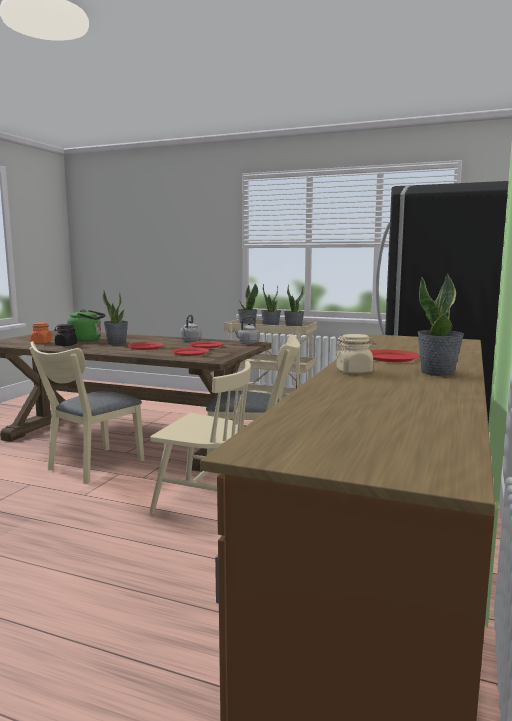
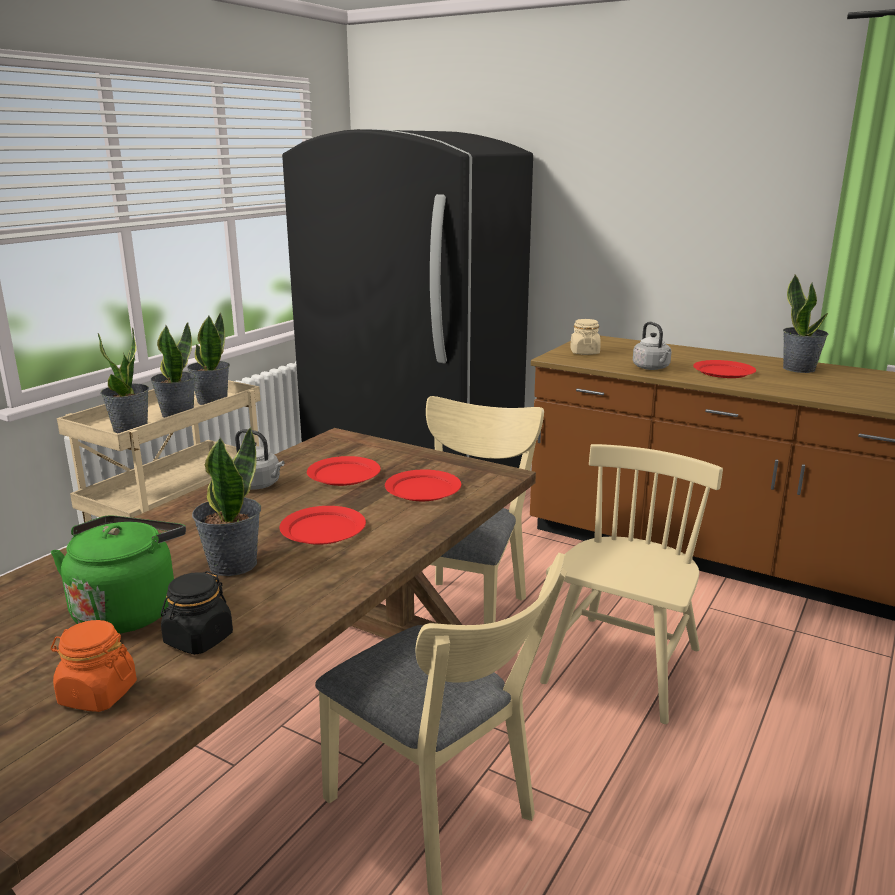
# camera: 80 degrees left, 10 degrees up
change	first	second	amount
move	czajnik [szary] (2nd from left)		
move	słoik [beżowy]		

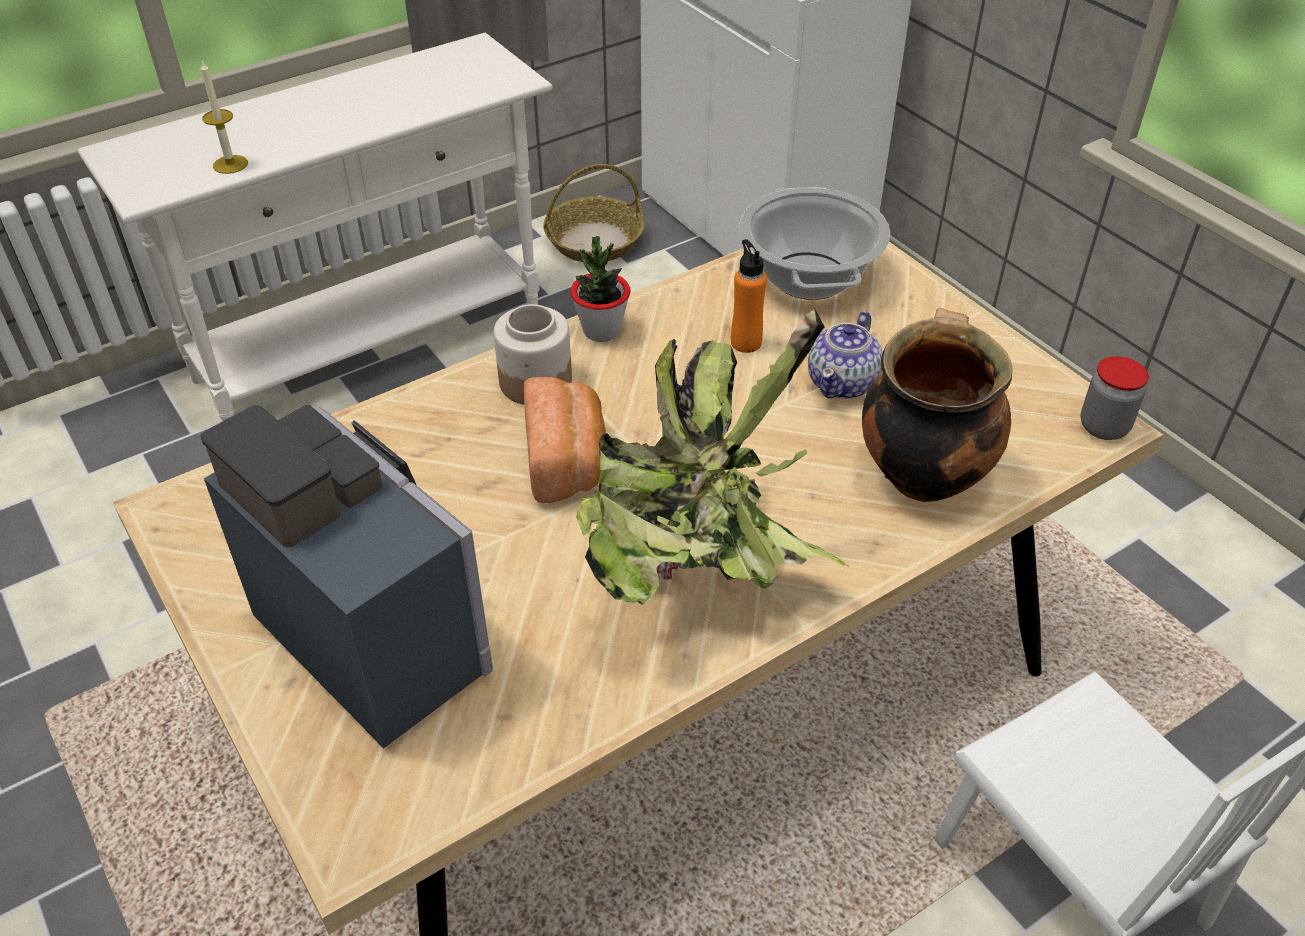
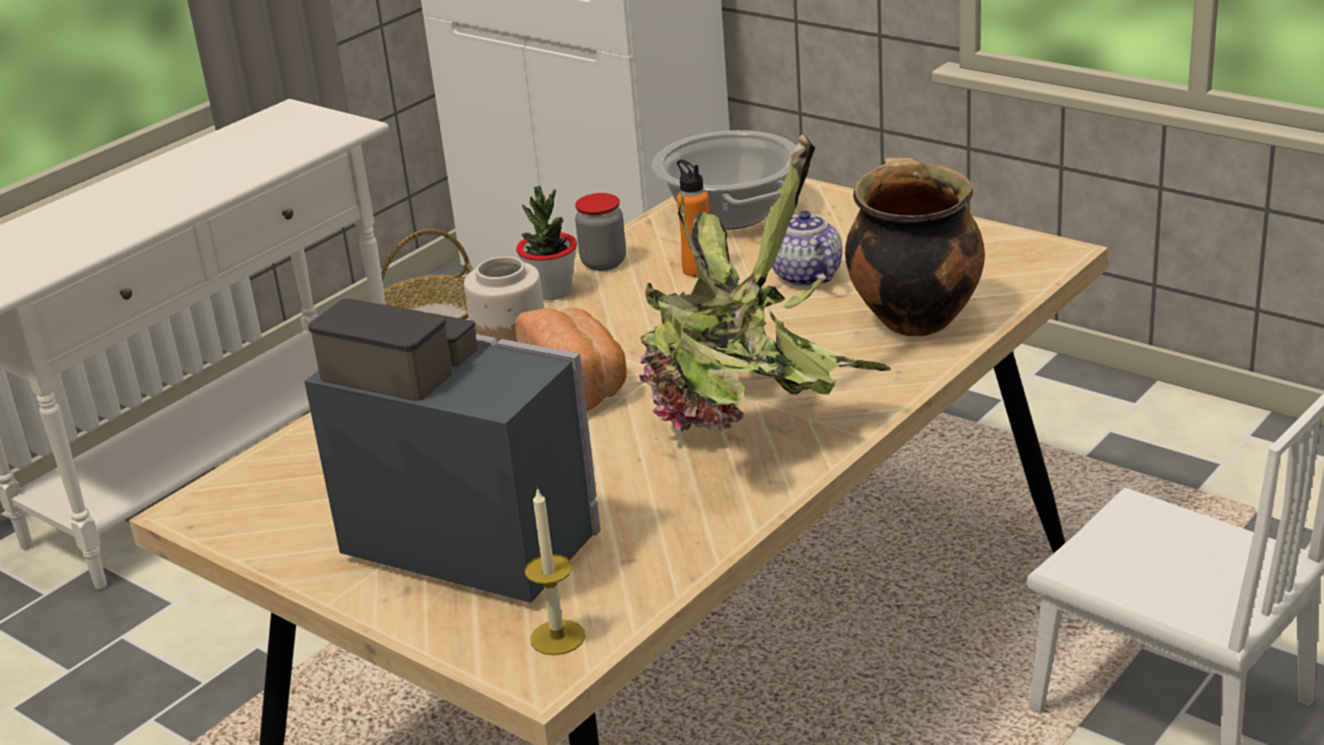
# camera: 15 degrees left, 15 degrees down
change	first	second	amount
move	świeca		
rotate	imbryk		150 degrees clockwise
move	słoik (2nd from left)		

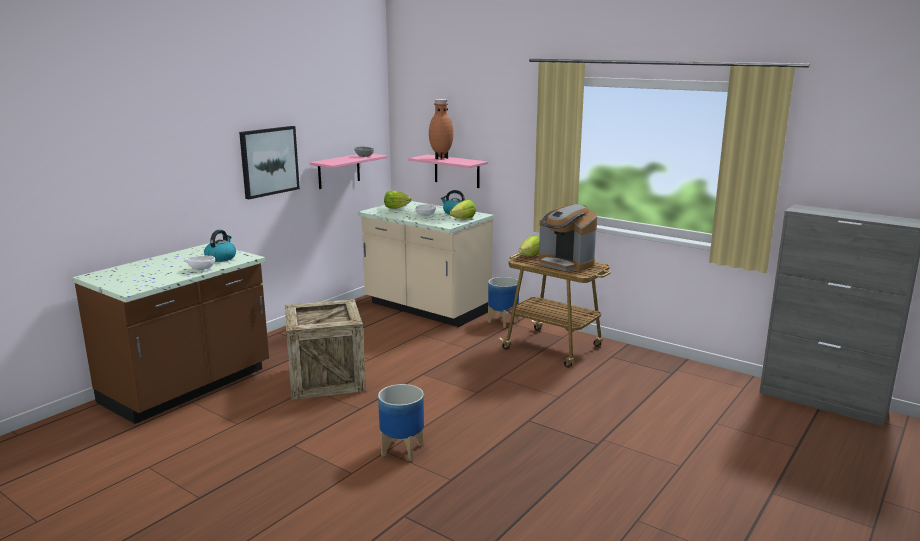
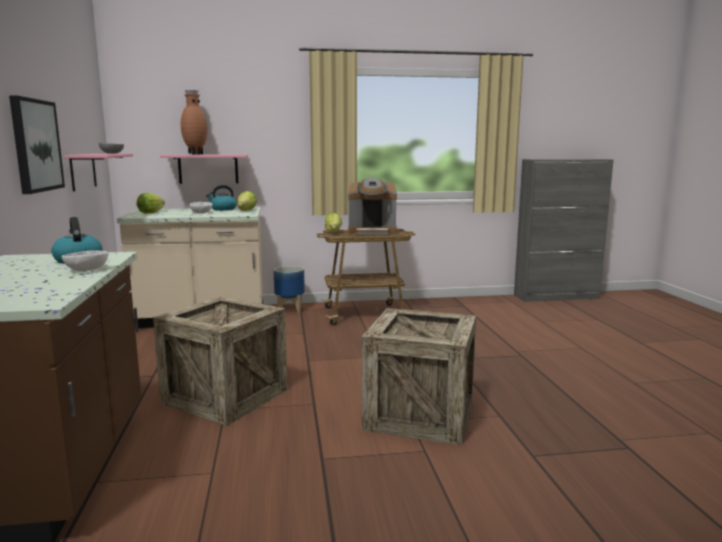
# camera: 45 degrees left, 5 degrees down
change	first	second	amount
replace	donica (1st from left)	skrzynka (2nd from left)	

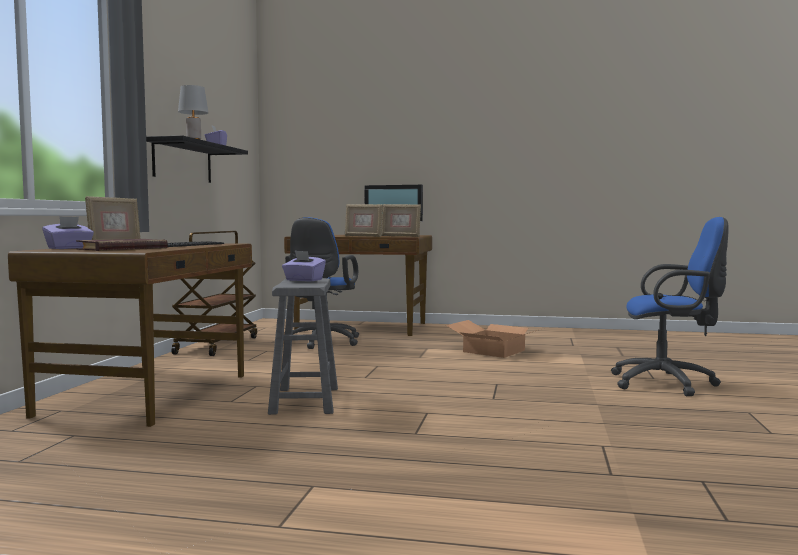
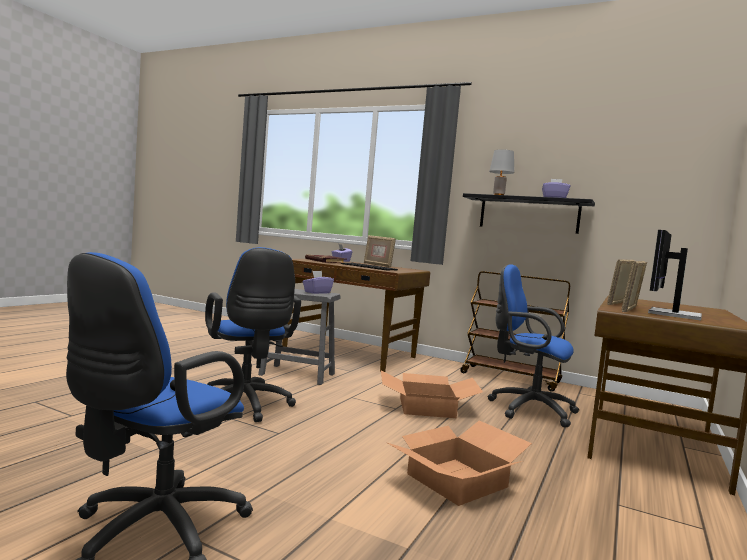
# camera: 105 degrees right, 0 degrees up
change	first	second	amount
insert		krzesło biurowe [niebieski] (2nd from left)	
insert		karton (1st from left)	

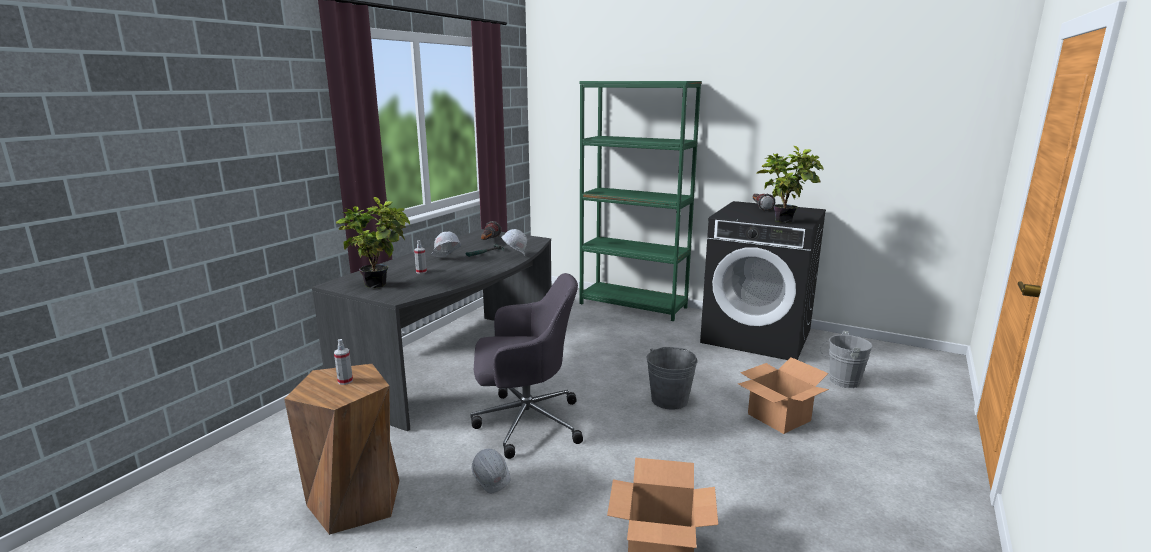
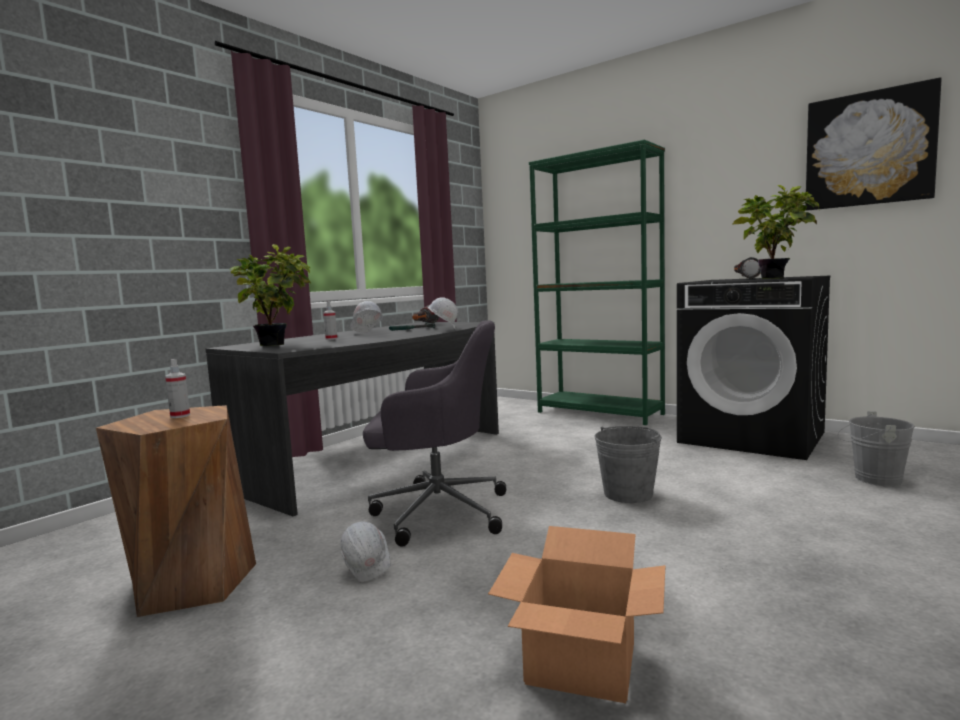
# camera: 10 degrees right, 10 degrees down
change	first	second	amount
delete	karton (2nd from left)		
insert		obraz	

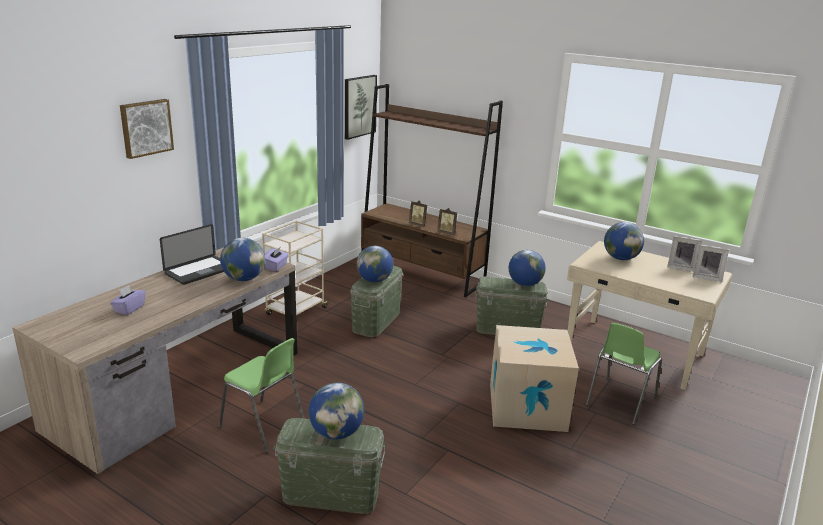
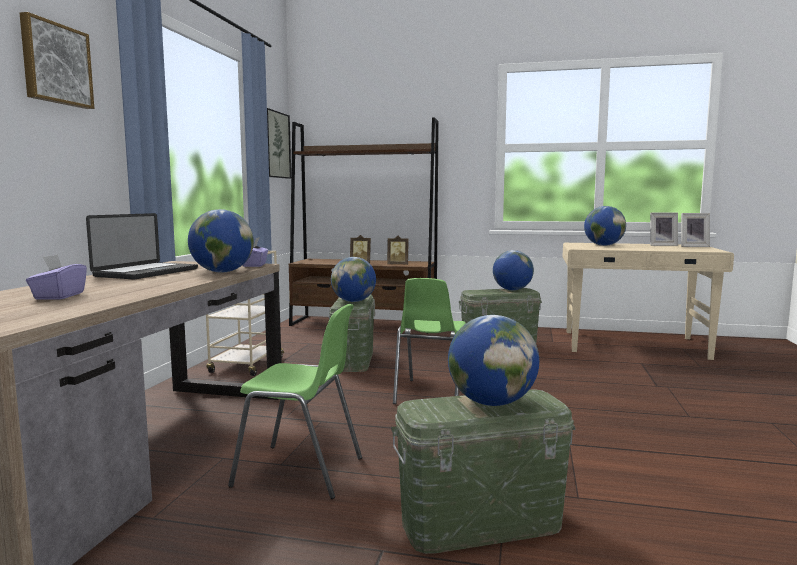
# camera: 20 degrees left, 15 degrees down
change	first	second	amount
move	krzesło [zielony] (2nd from left)		
delete	karton		

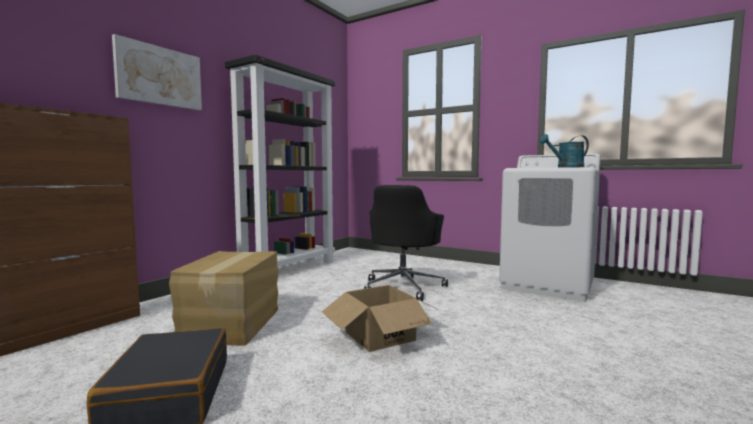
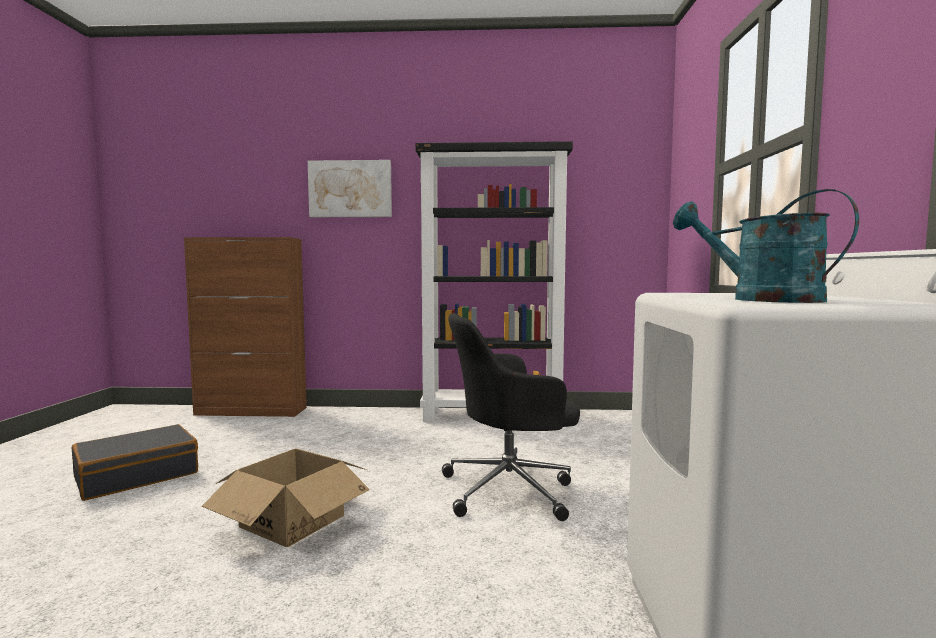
# camera: 60 degrees right, 0 degrees up
change	first	second	amount
delete	karton (1st from left)		

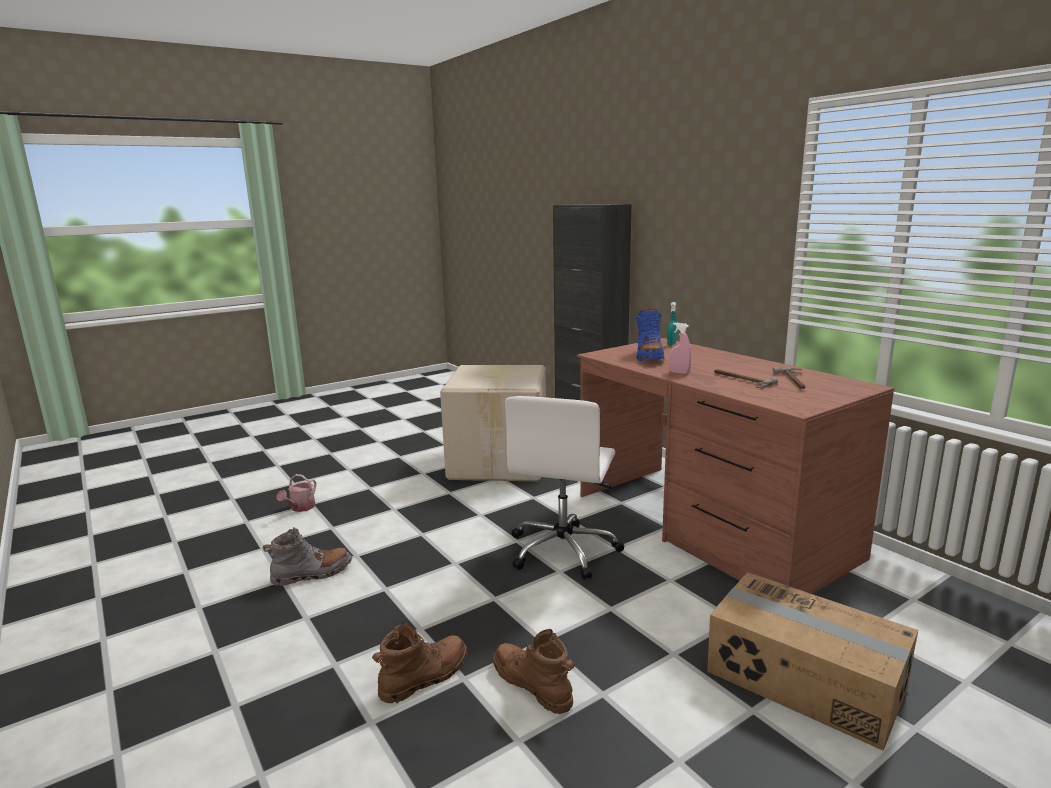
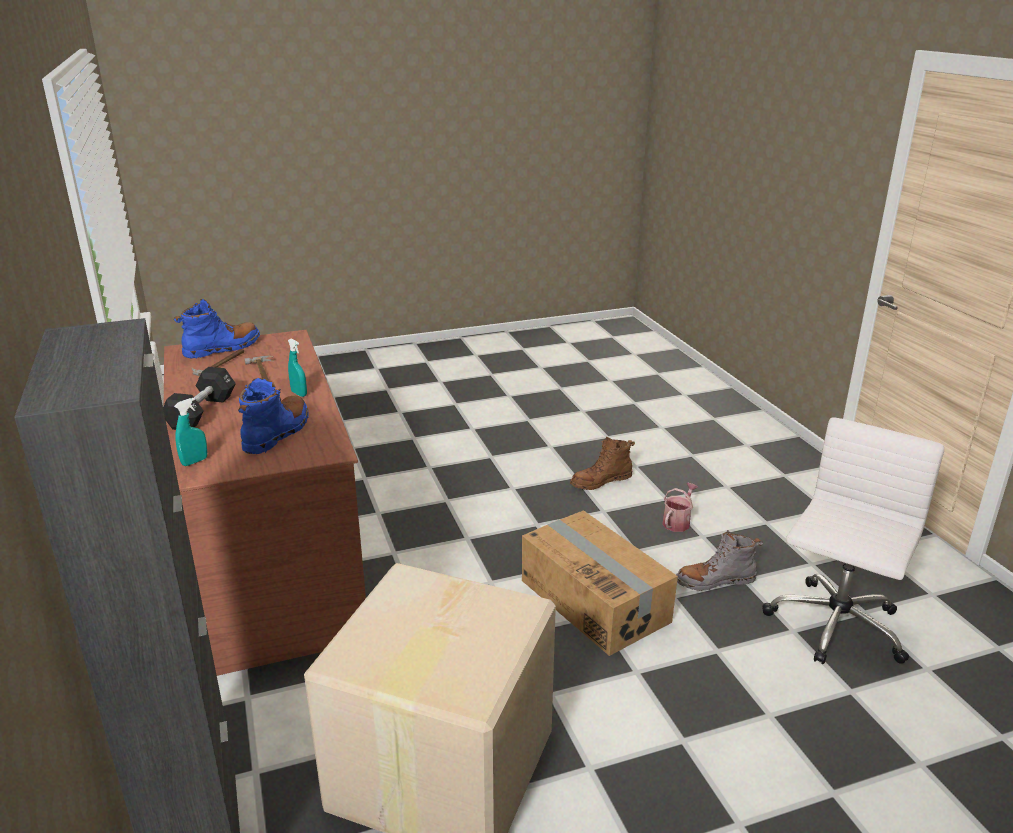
# camera: 165 degrees left, 10 degrees up
change	first	second	amount
recolor	spryskiwacz [różowy]	spryskiwacz [turkusowy] (2nd from left)	
move	krzesło biurowe [biały]		
move	konewka		
move	karton (2nd from left)		
delete	but z cholewką [brązowy] (2nd from left)		
insert		but z cholewką [niebieski] (1st from left)	
insert		hantel [czarny]	

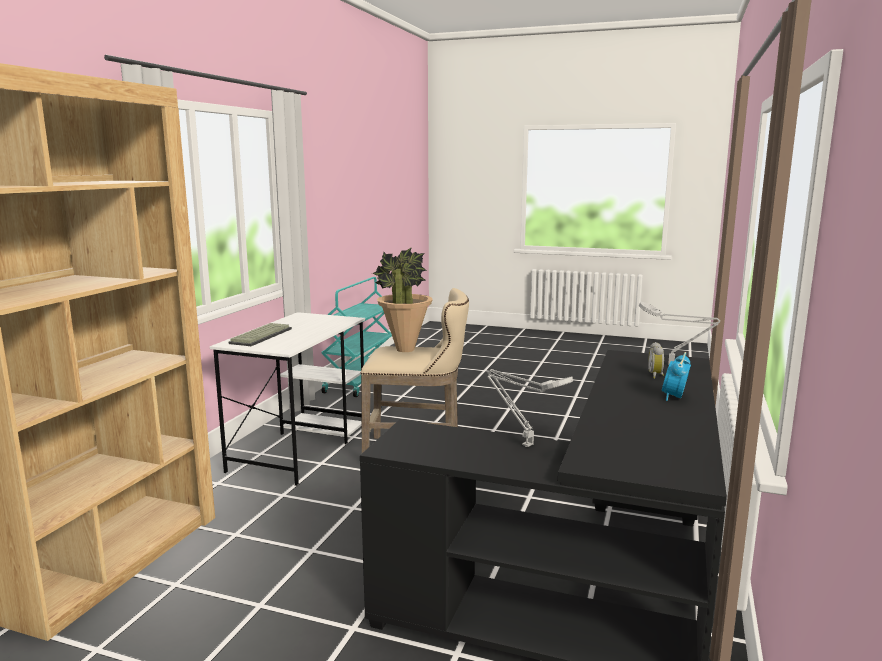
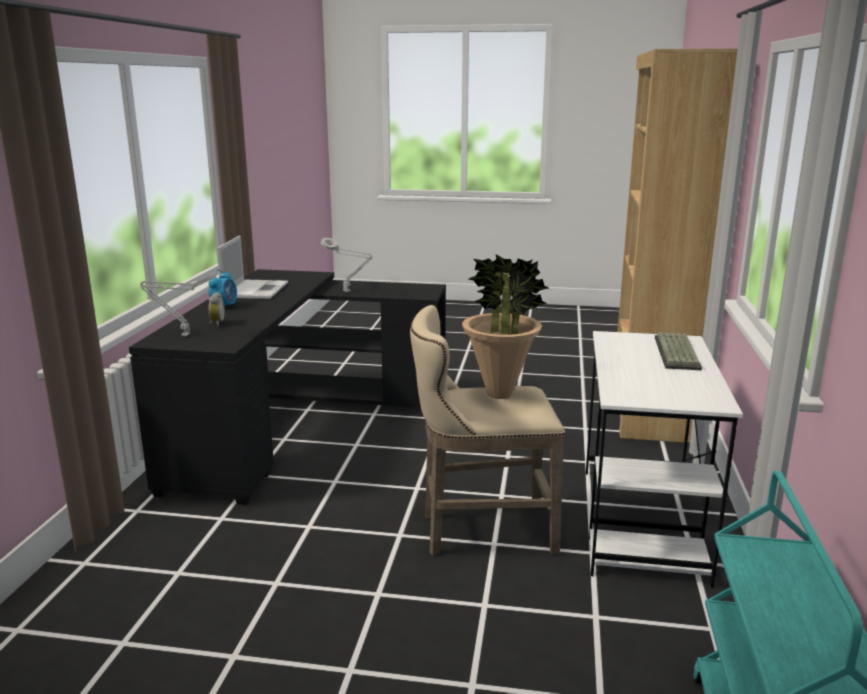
# camera: 170 degrees right, 5 degrees up
change	first	second	amount
insert		laptop	

